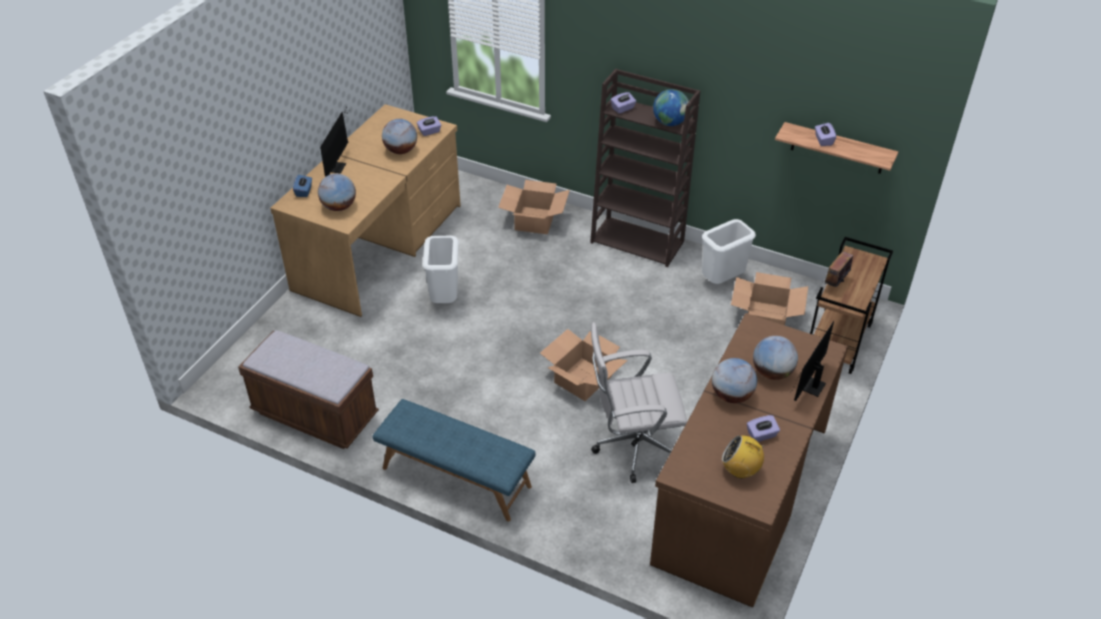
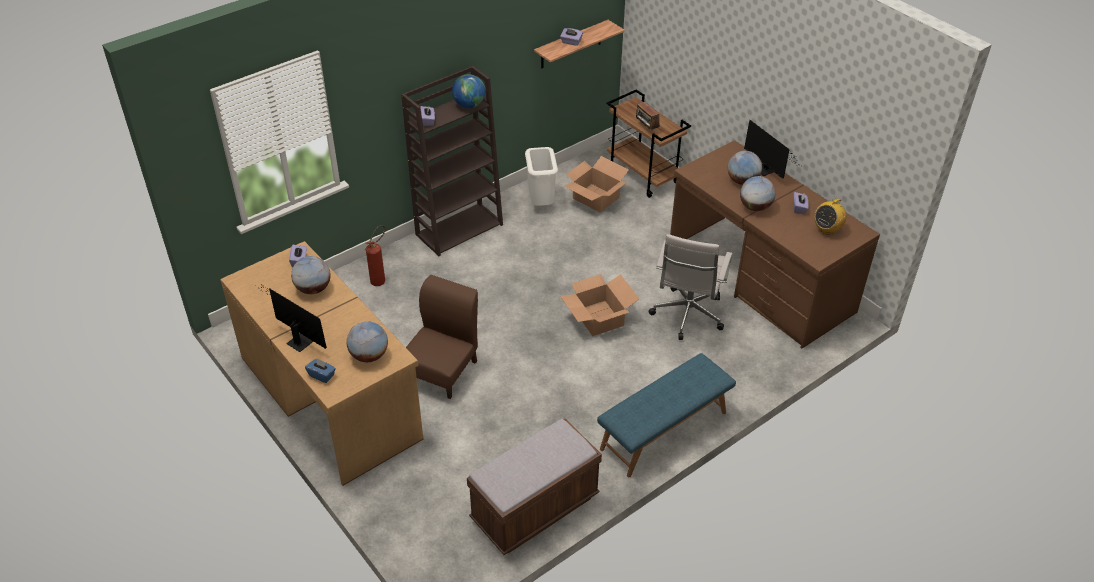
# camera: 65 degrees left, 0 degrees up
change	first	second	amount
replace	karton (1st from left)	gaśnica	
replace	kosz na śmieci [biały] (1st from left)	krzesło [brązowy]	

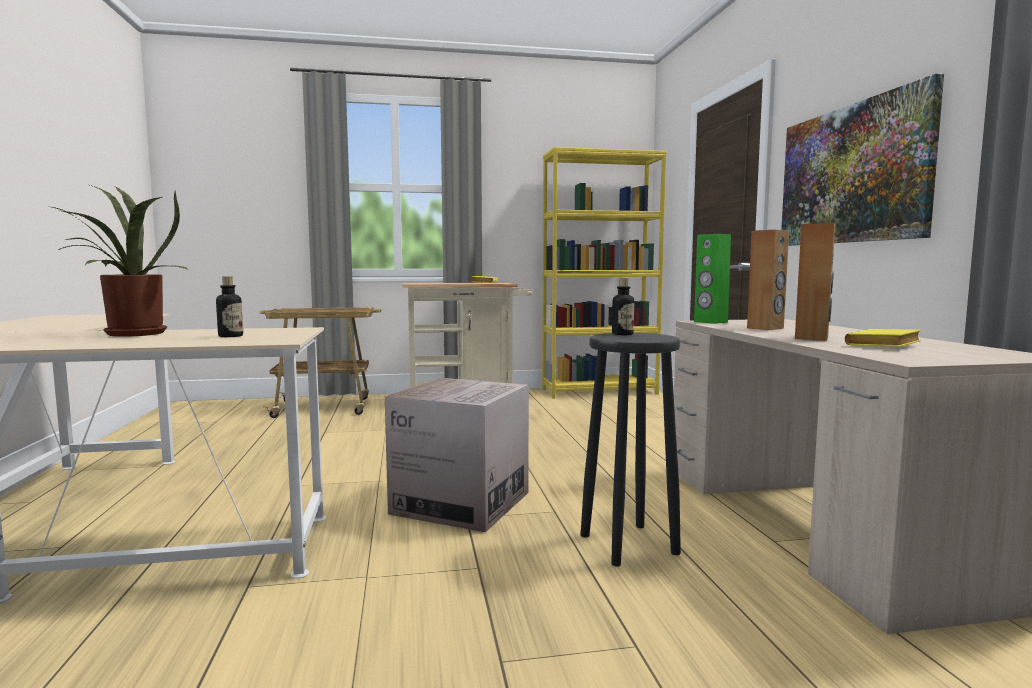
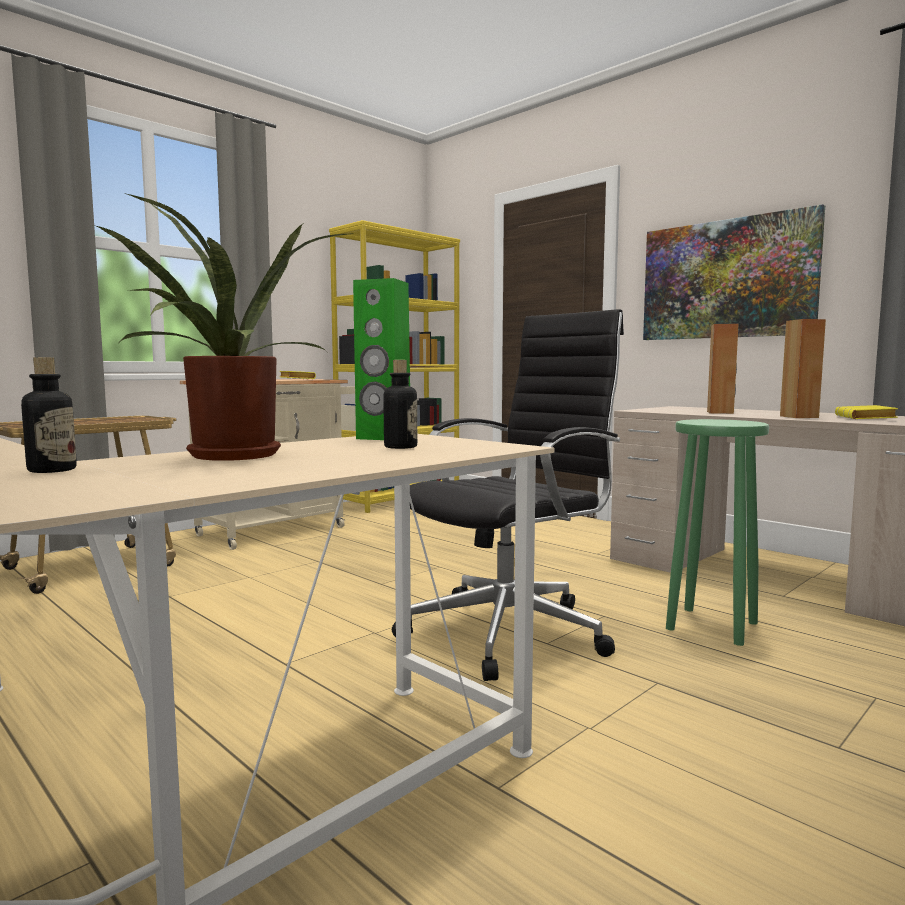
# camera: 35 degrees left, 0 degrees up
change	first	second	amount
move	głośnik [zielony]		
move	butelka (2nd from left in the first image)	butelka (1st from left)	
recolor	stołek [czarny]	stołek [zielony]	
replace	karton	krzesło biurowe [czarny]	

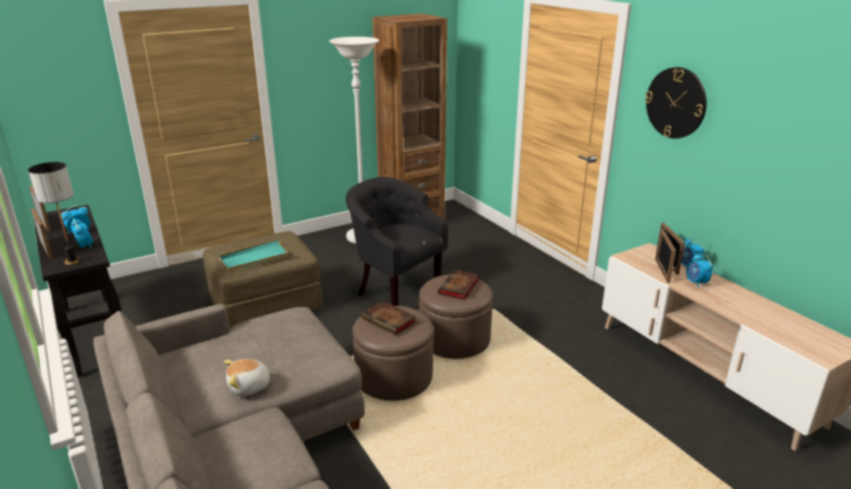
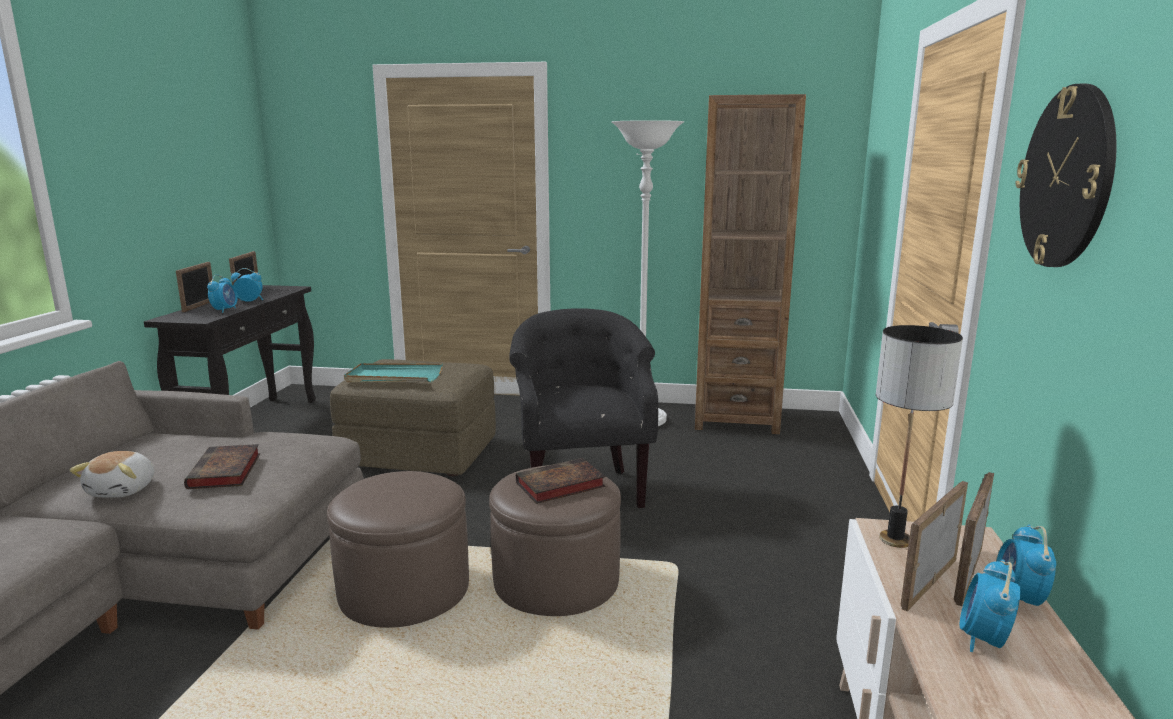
# camera: 40 degrees right, 10 degrees down
change	first	second	amount
move	lampa stołowa		
move	książka (1st from left)		
rotate	pluszak		105 degrees counterclockwise

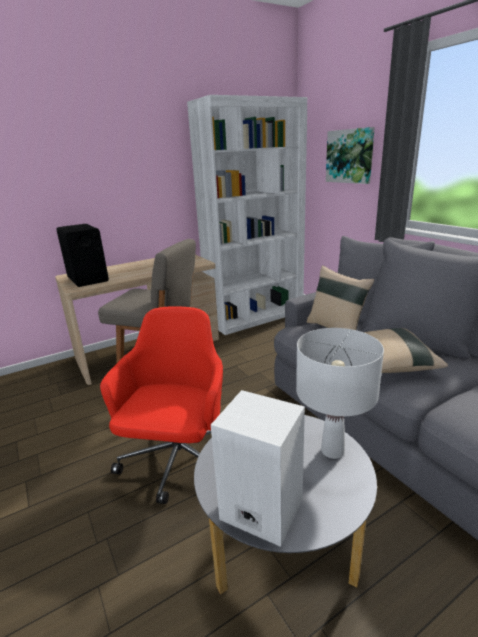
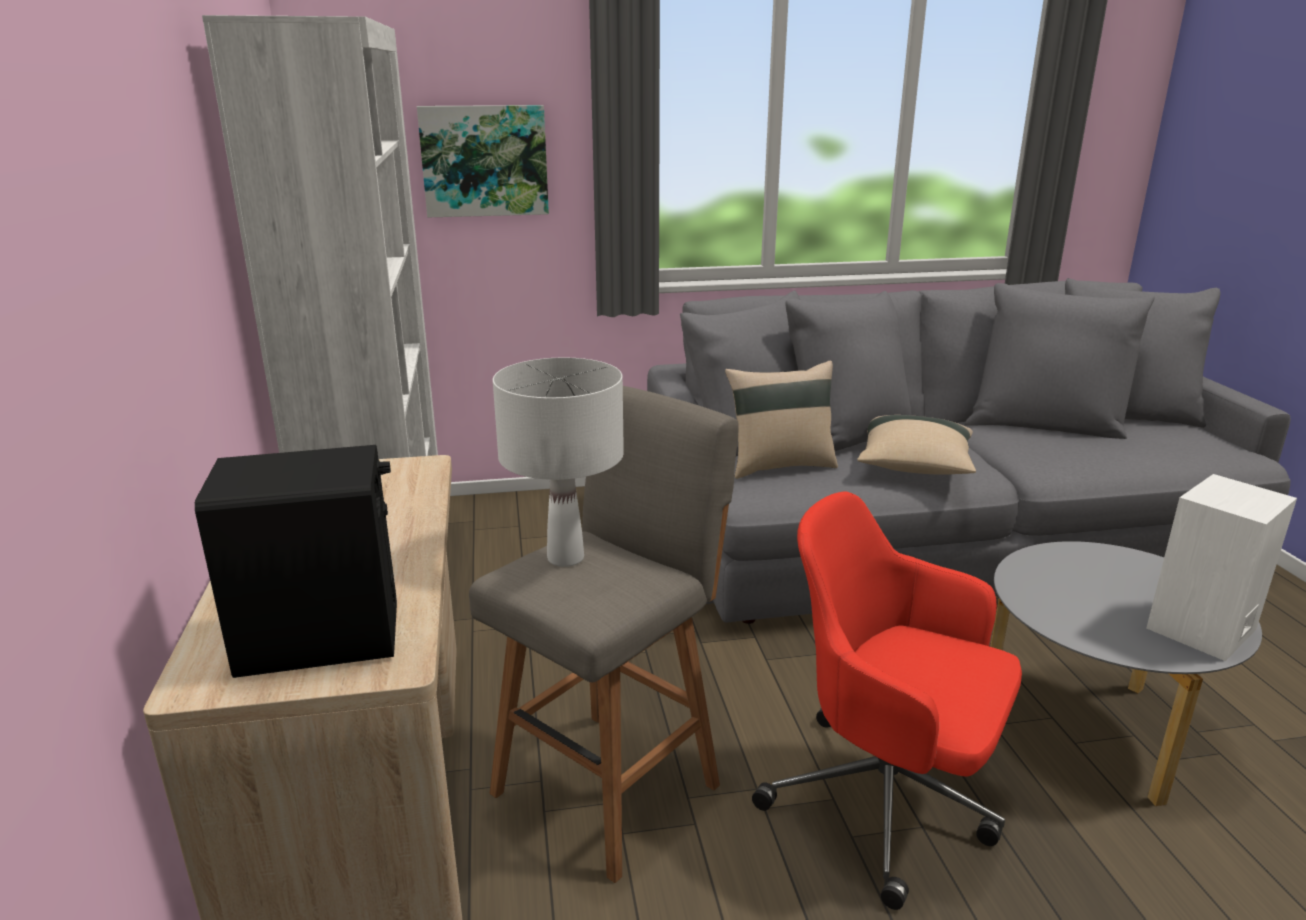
# camera: 70 degrees left, 0 degrees up
change	first	second	amount
move	lampa stołowa [biały]		

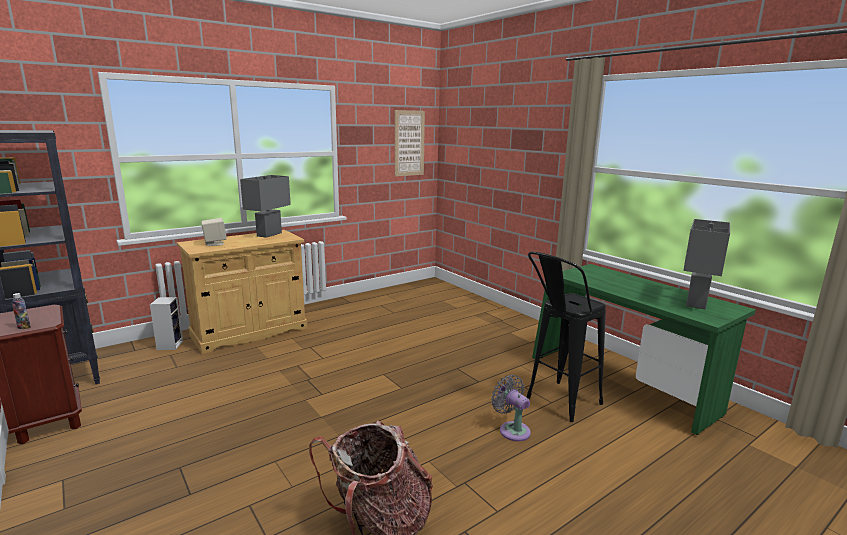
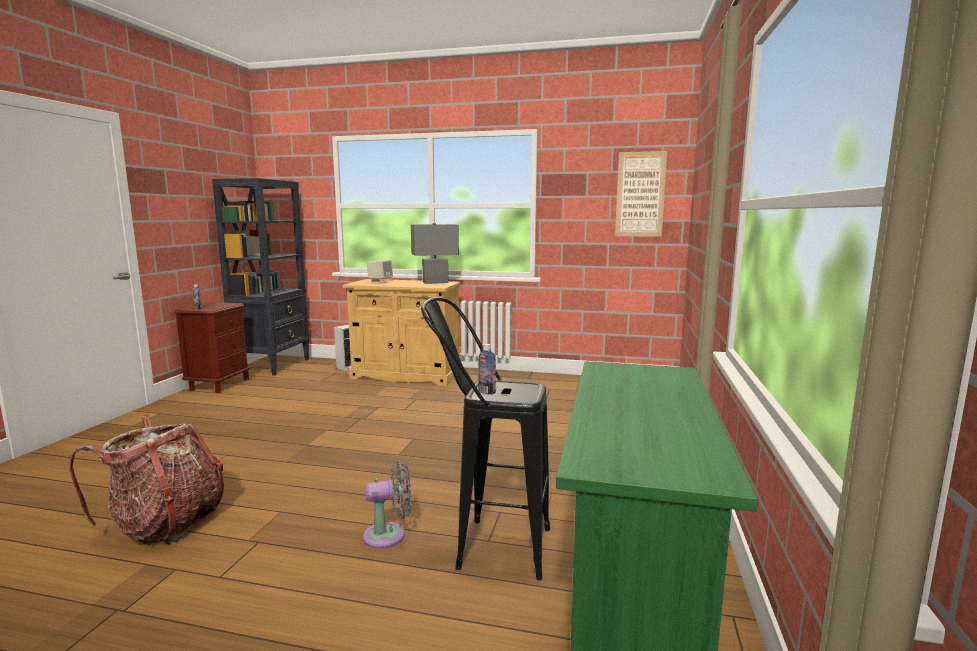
# camera: 50 degrees right, 5 degrees down
change	first	second	amount
delete	lampa stołowa [szary] (2nd from left)		
rotate	wentylator [szary]		60 degrees clockwise
insert		butelka (2nd from left)	

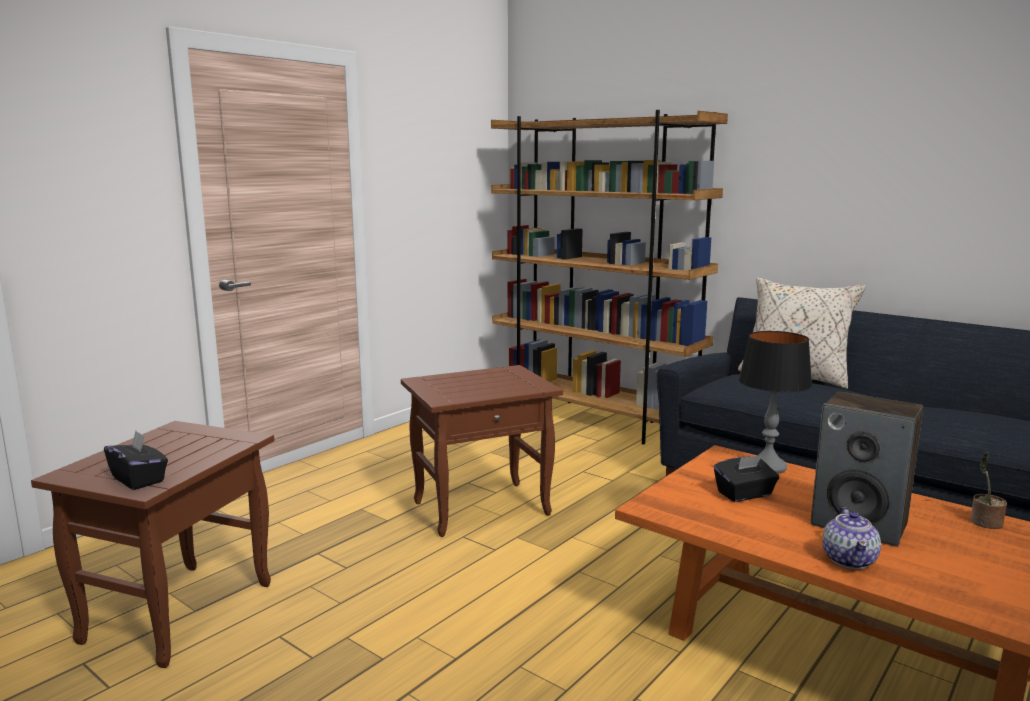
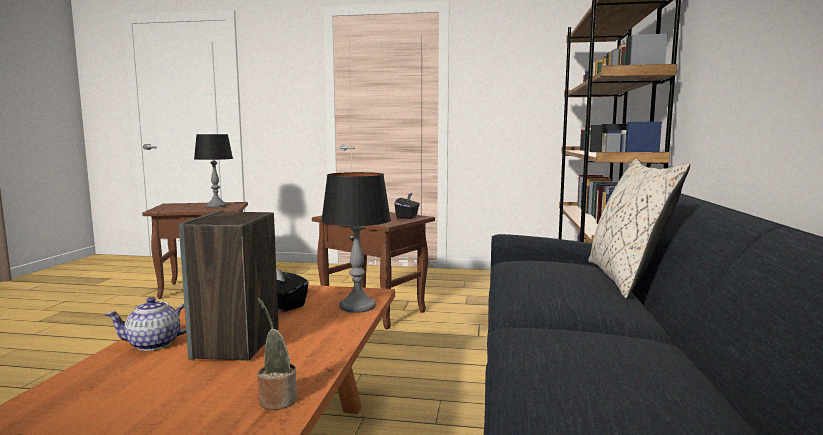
# camera: 60 degrees right, 5 degrees down
change	first	second	amount
move	pudełko chusteczek [czarny] (1st from left in the first image)	pudełko chusteczek [czarny] (2nd from left)	
insert		lampa stołowa (1st from left)	

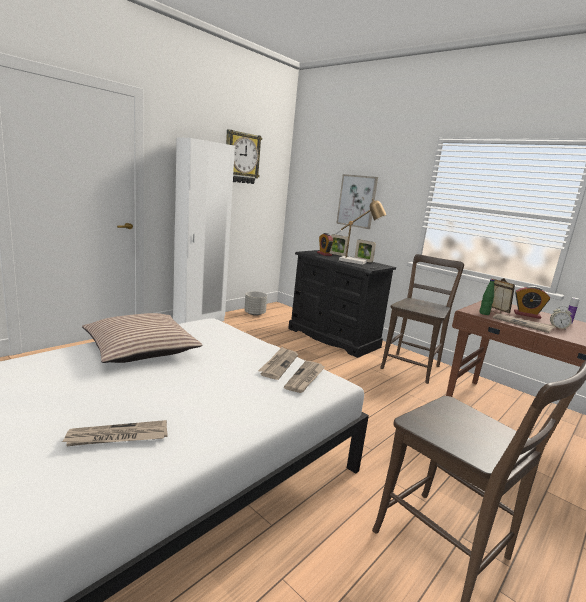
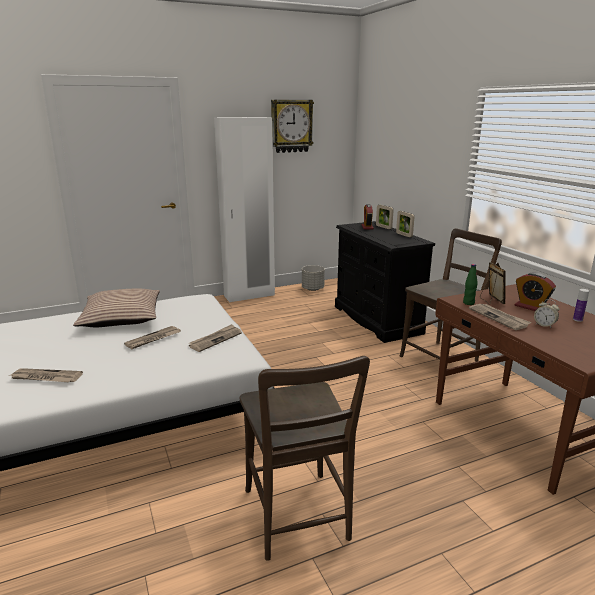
# camera: 25 degrees right, 5 degrees up
change	first	second	amount
delete	obraz		
delete	lampa stołowa		
move	gazeta (3rd from left in the first image)	gazeta (2nd from left)	

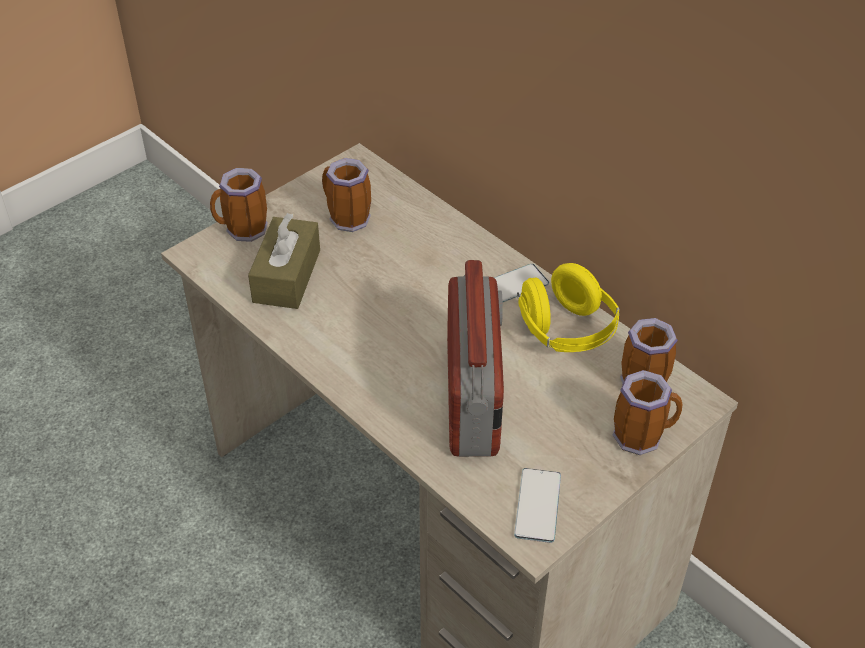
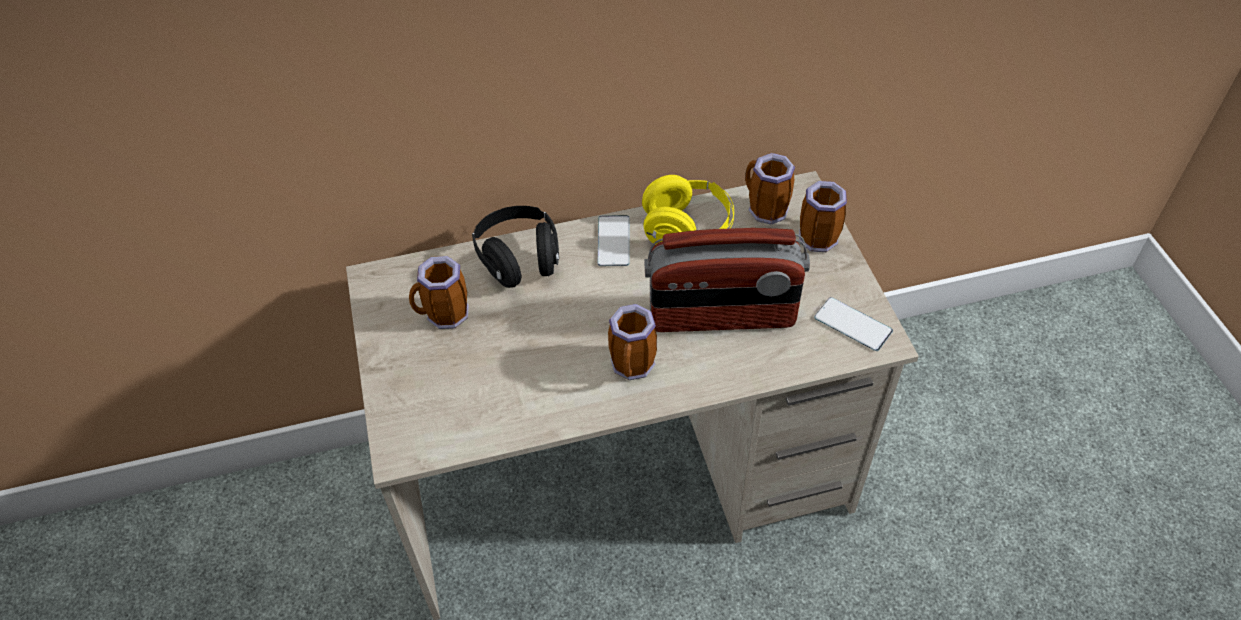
# camera: 60 degrees left, 5 degrees up
change	first	second	amount
move	kubek (1st from left in the first image)	kubek (2nd from left)	
delete	pudełko chusteczek [brązowy]		
rotate	radio		150 degrees clockwise
insert		słuchawki [czarny]	

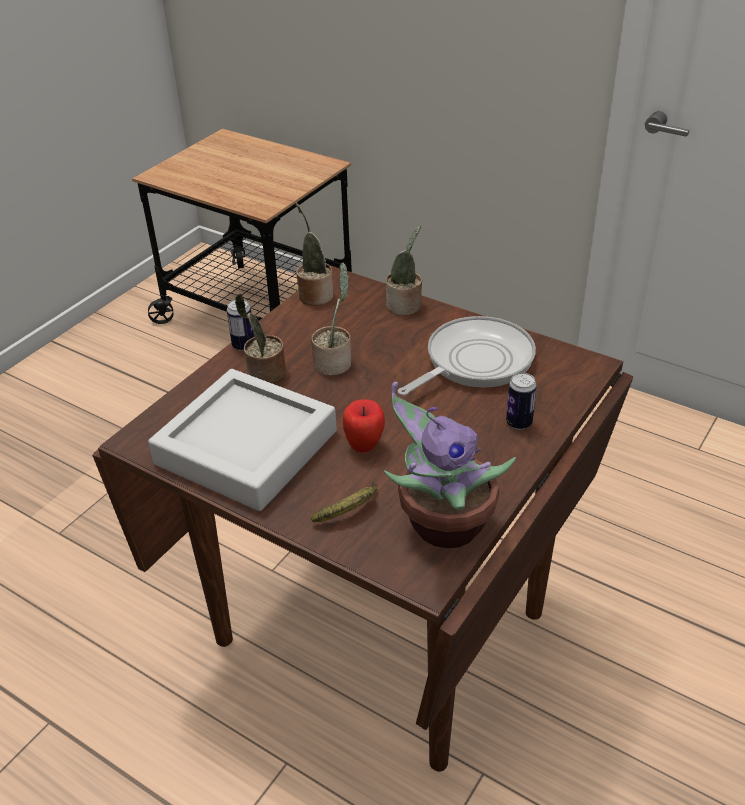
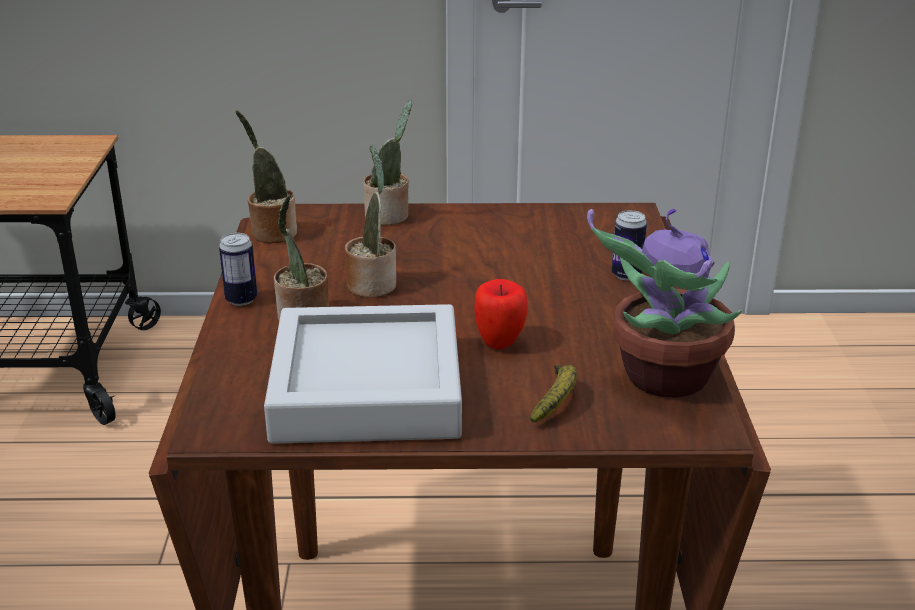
# camera: 35 degrees left, 10 degrees down
change	first	second	amount
delete	patelnia		

